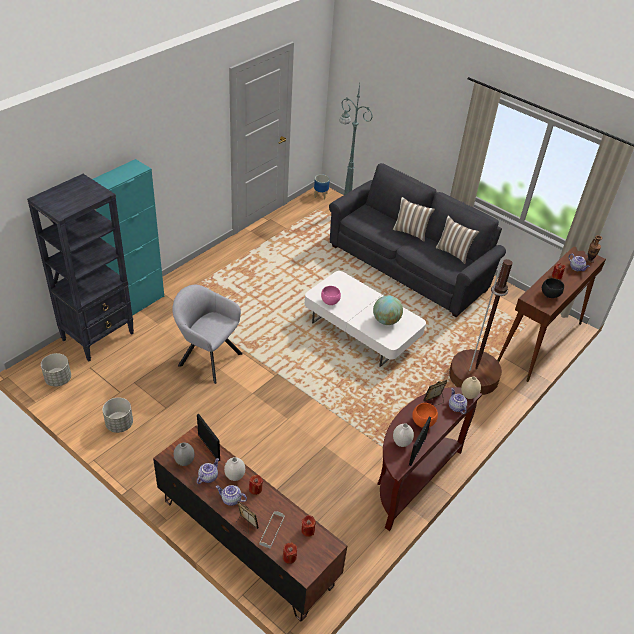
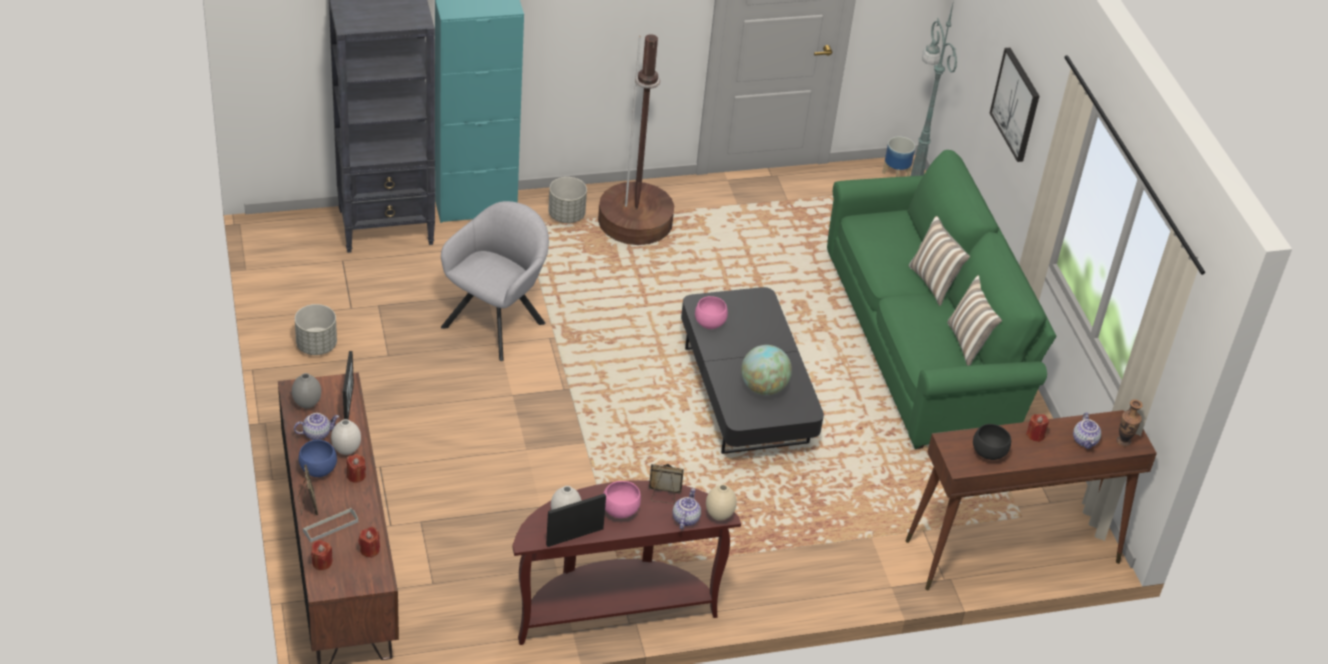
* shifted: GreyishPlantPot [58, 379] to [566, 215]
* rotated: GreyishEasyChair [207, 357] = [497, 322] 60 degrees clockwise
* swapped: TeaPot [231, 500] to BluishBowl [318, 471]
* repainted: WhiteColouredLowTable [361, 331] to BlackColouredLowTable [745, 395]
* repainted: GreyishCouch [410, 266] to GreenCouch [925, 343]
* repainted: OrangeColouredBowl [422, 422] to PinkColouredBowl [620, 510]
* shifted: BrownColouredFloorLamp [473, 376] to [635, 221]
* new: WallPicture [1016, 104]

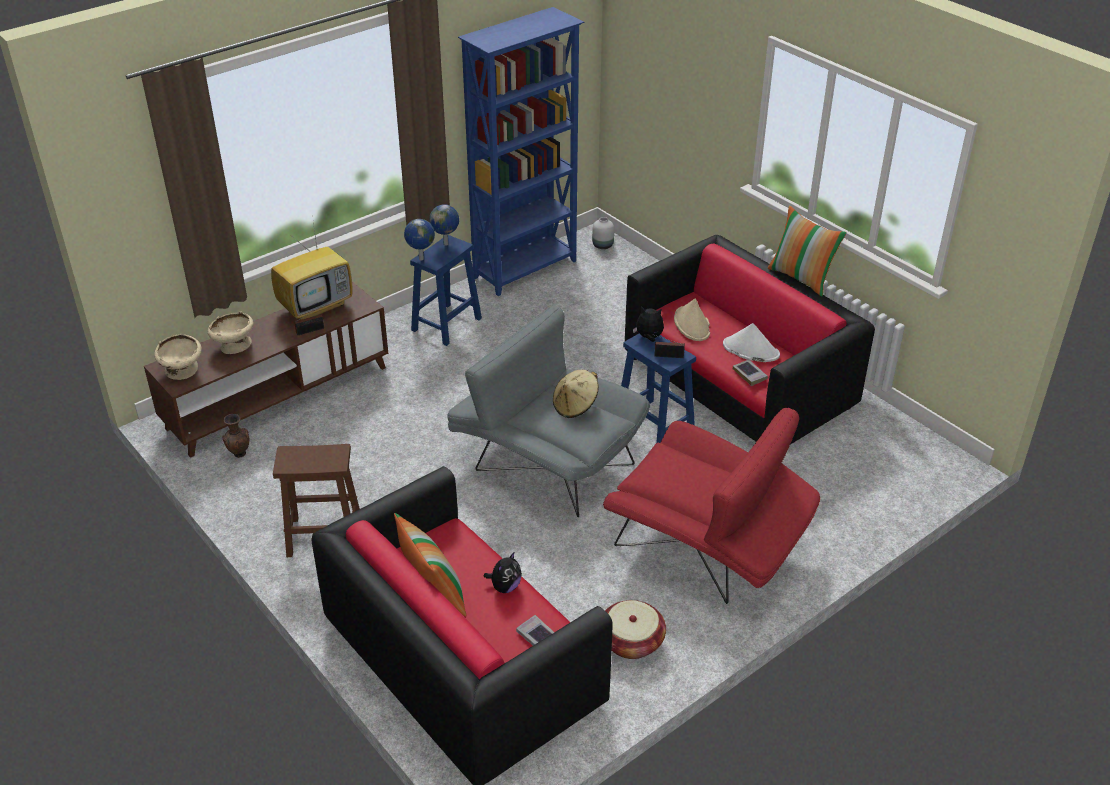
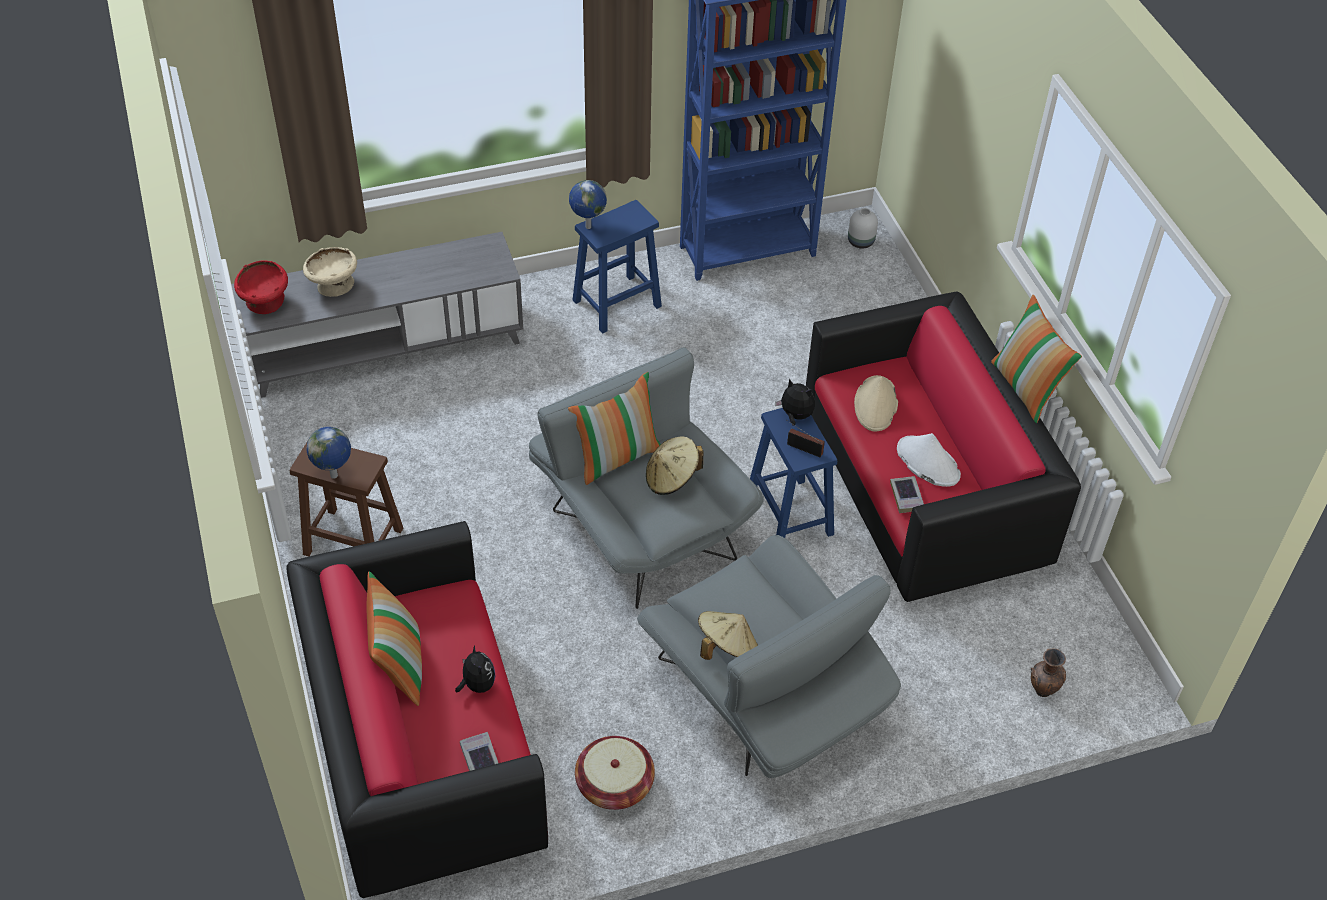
* repainted: BrownColouredTvStand [278, 397] to GreyishTvStand [385, 348]
* repainted: BeigeColouredBowl [183, 371] to ReddishBowl [266, 303]
* shifted: BrownColouredDecorativeVase [239, 455] to [1042, 692]
* gone: TvSet [316, 306]
* gone: Radio [312, 330]
* shifted: Globe [446, 244] to [335, 476]
* rotated: PlushToy [505, 587] = [477, 684] 75 degrees counterclockwise
* repainted: ReddishEasyChair [708, 546] to GreyishEasyChair [765, 696]
* new: Cushion [617, 457]
* new: BeigeColouredWearableHat [726, 648]

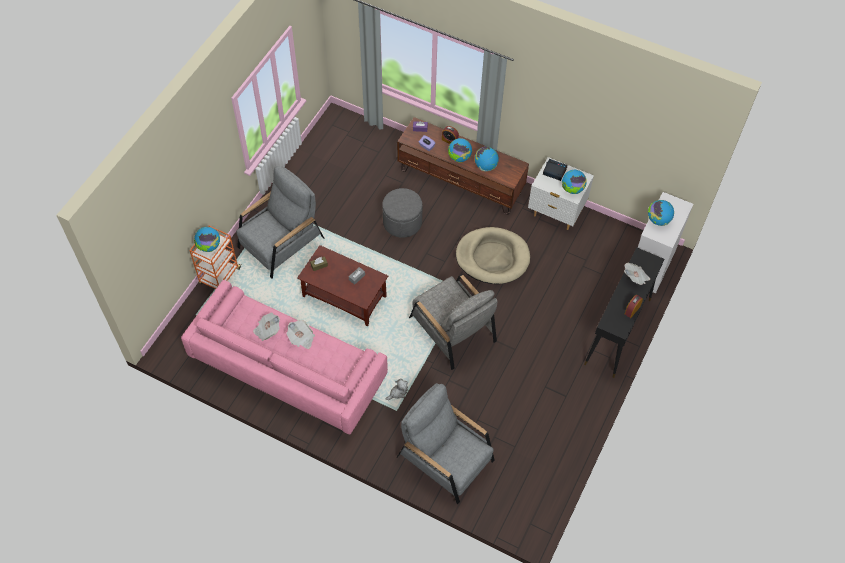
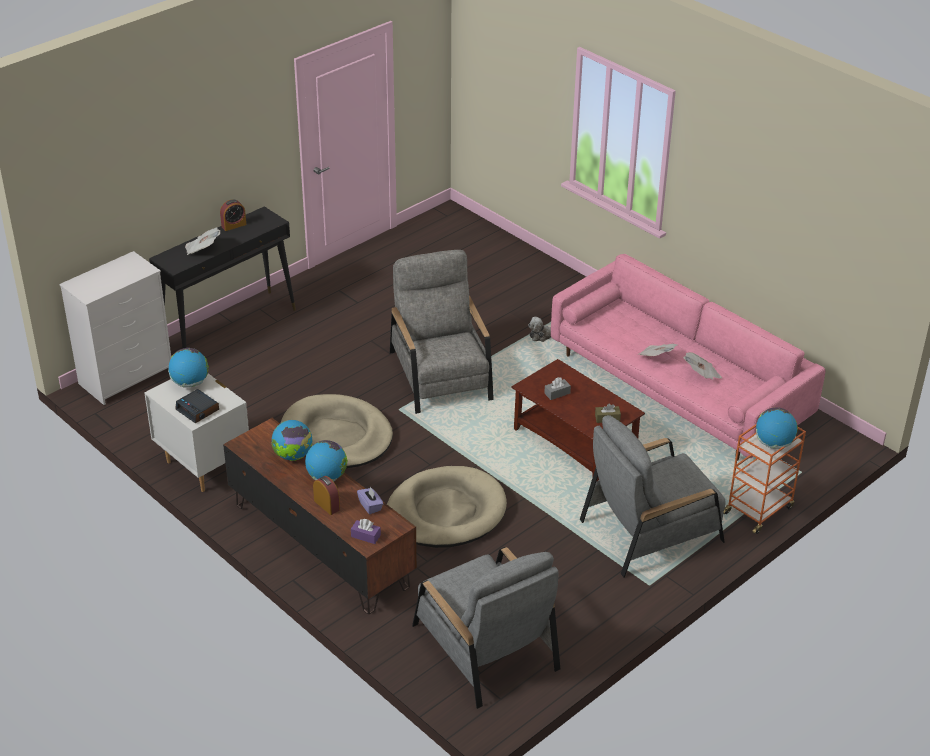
* swapped: GreyishPouffe [402, 222] to BeigeColouredDogBed [446, 512]
* shifted: GreyishEasyChair [446, 458] to [484, 647]
* gone: Globe [658, 220]

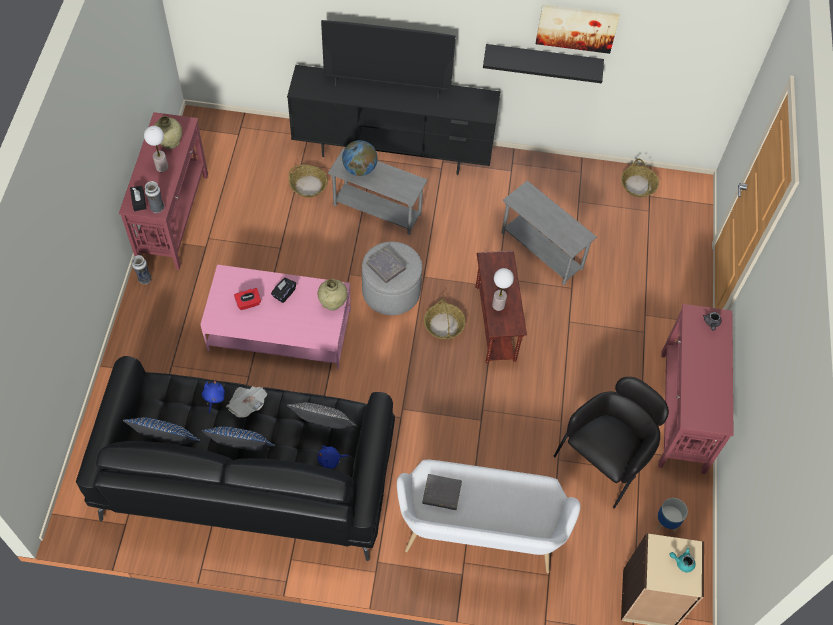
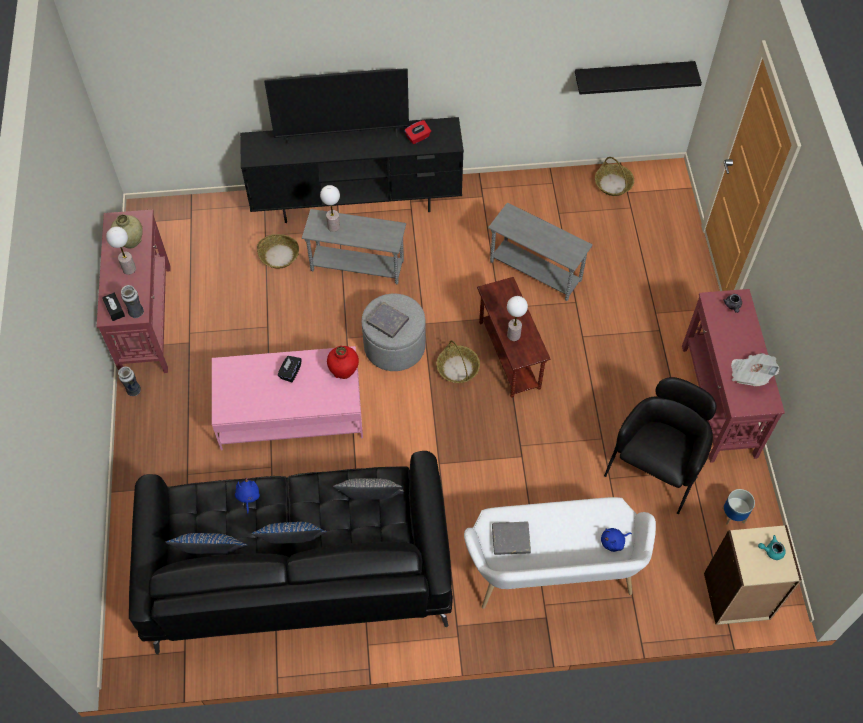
* shifted: DailyPaper [247, 405] to [750, 374]
* shifted: ReddishTissueBox [248, 303] to [418, 137]
* shifted: BluishPlushToy [330, 460] to [613, 542]
* repainted: BeigeColouredDecorativeVase [333, 303] to ReddishDecorativeVase [344, 371]
* swapped: Globe [359, 169] to TabletopLamp [333, 227]
* shifted: BlackColouredShelf [543, 61] to [633, 75]
* gone: WallPicture [576, 27]

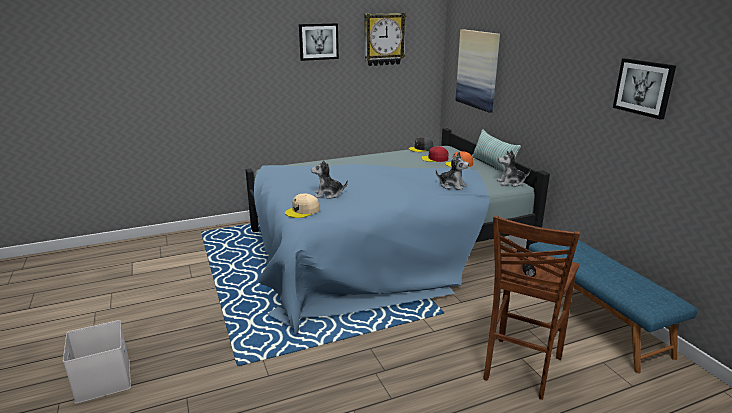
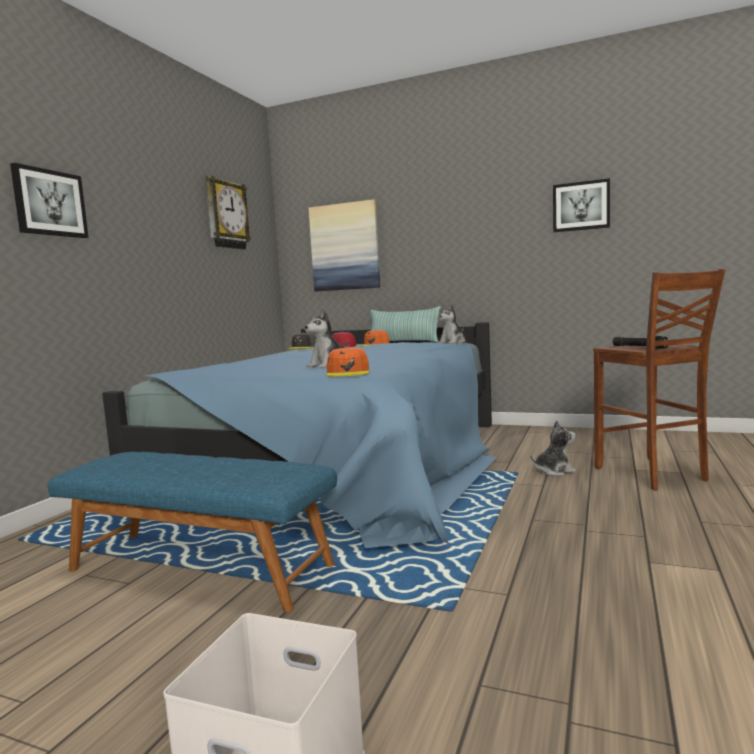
* repainted: BeigeColouredPeakedCap [303, 211] to OrangeColouredPeakedCap [348, 372]
* shifted: WallPicture [318, 41] to [49, 203]
* shifted: PlushToy [452, 186] to [553, 471]
* shifted: BluishBench [595, 320] to [200, 567]

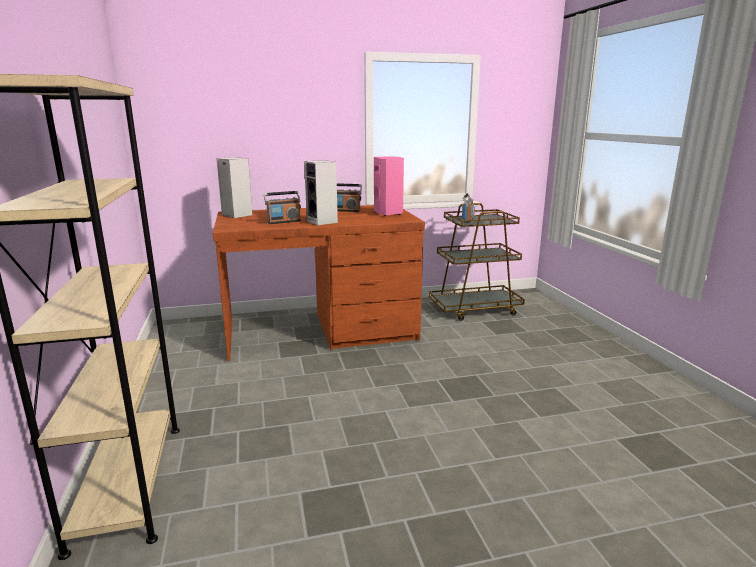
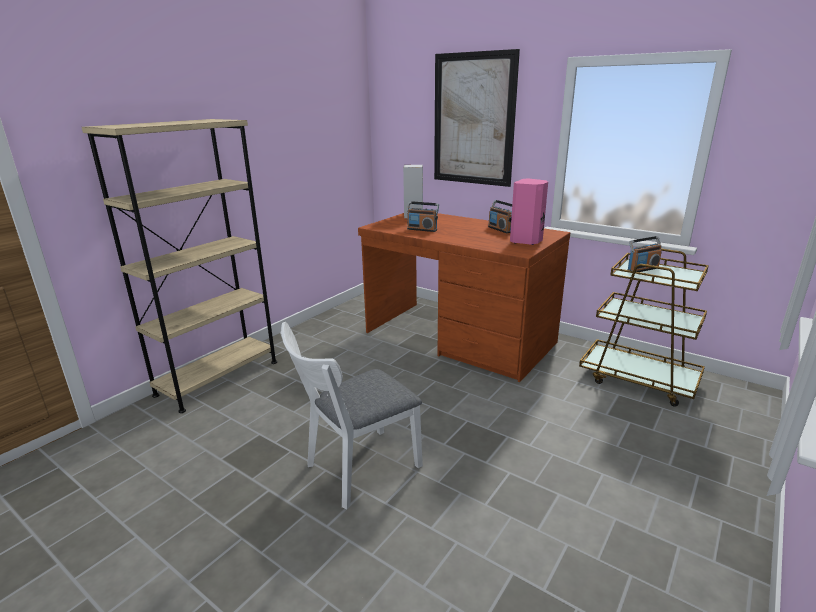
* gone: Loudspeaker [323, 222]
* new: WhiteColouredChair [356, 469]
* new: WallPicture [473, 120]

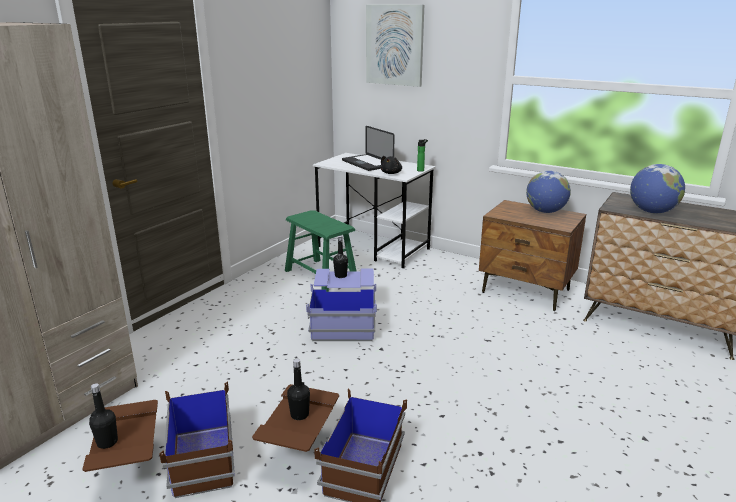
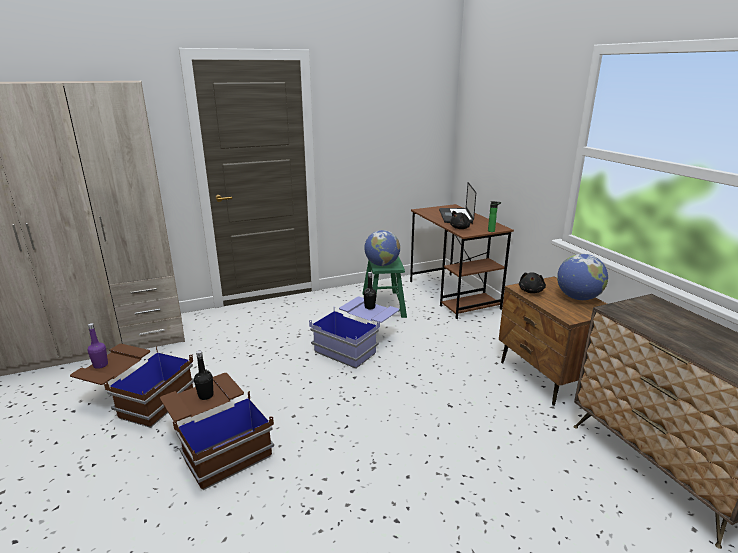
* repainted: BlackColouredDrinkBottle [107, 442] to PurpleColouredDrinkBottle [100, 365]
* repainted: WhiteColouredDeskTable [374, 248] to BrownColouredDeskTable [453, 295]
* gone: WallPicture [395, 45]
* shifted: Globe [652, 212] to [382, 264]
* new: BlackColouredPlushToy [531, 291]

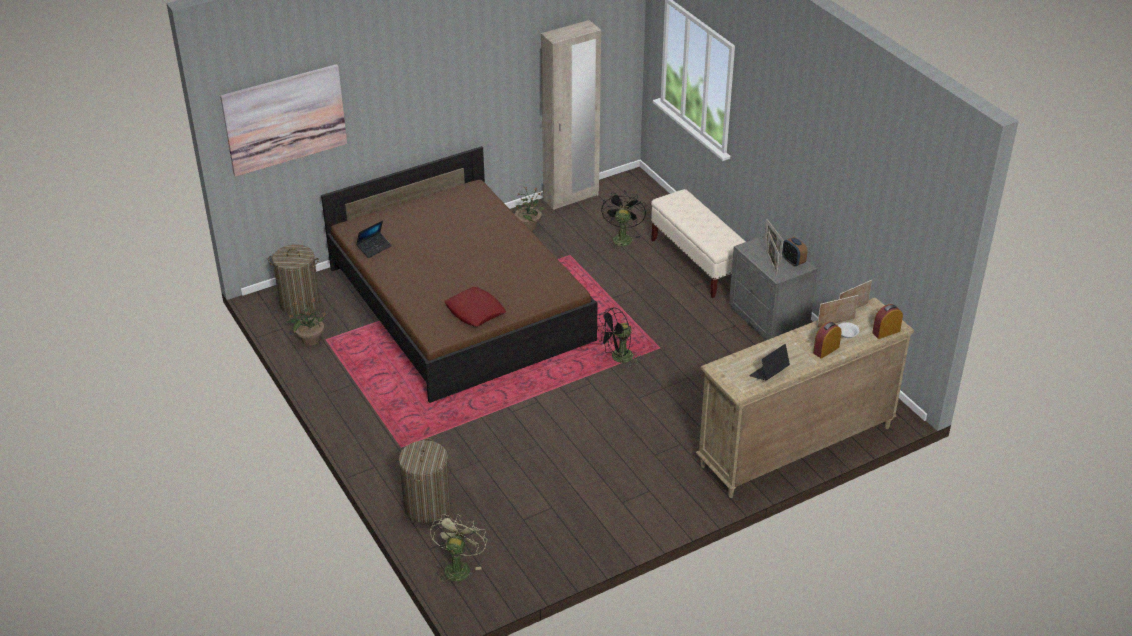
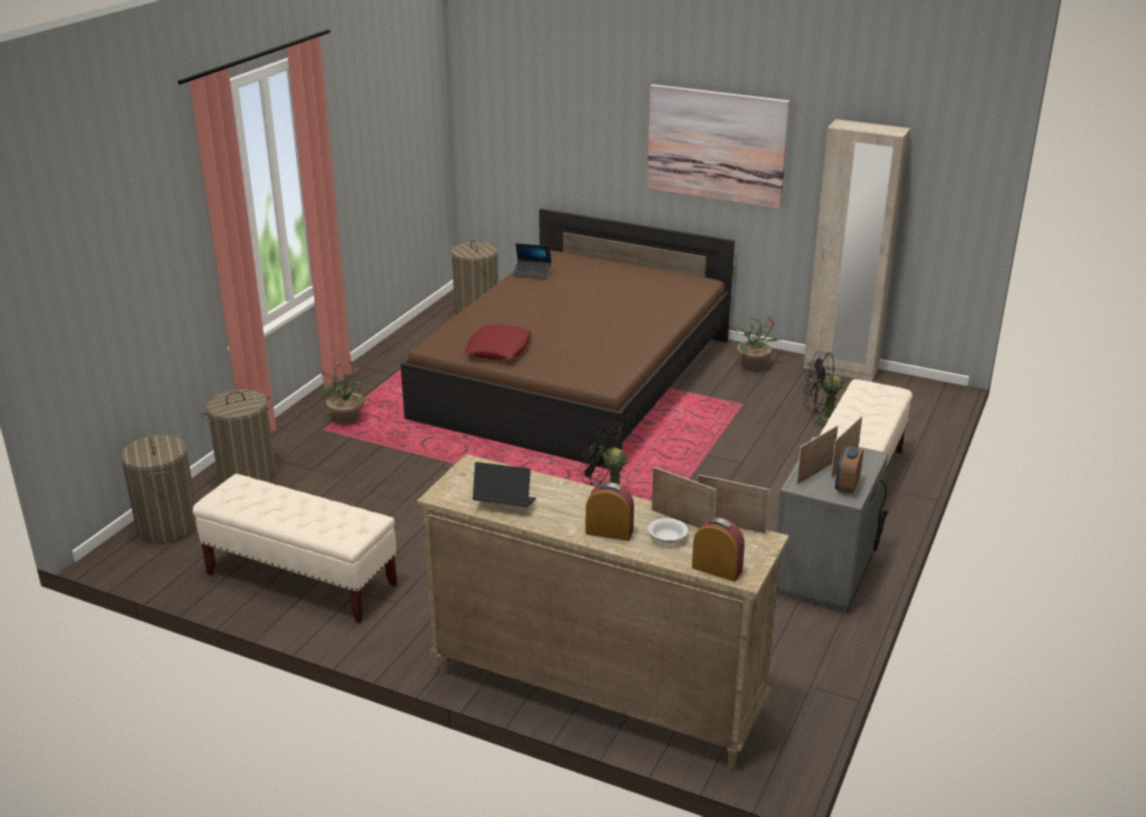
* shifted: WallPicture [285, 119] to [716, 145]
* shifted: Houseplant [310, 340] to [346, 419]
* swapped: GreenCoolingFan [457, 566] to Hamper [167, 526]
* rotated: BlackColouredCoolingFan [621, 237] = [821, 421] 150 degrees counterclockwise
* new: BeigeColouredBench [301, 580]

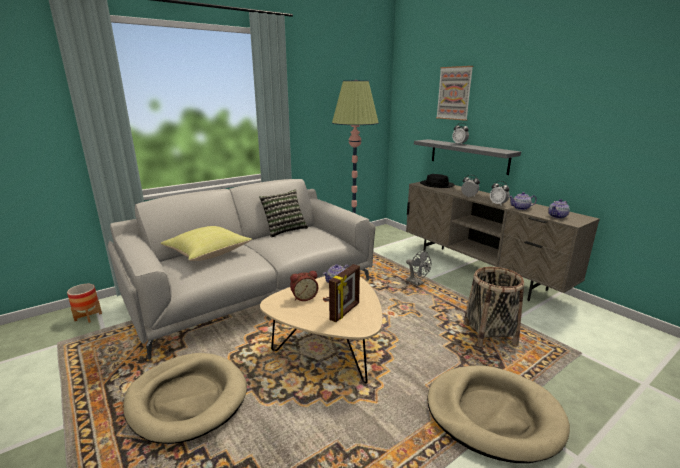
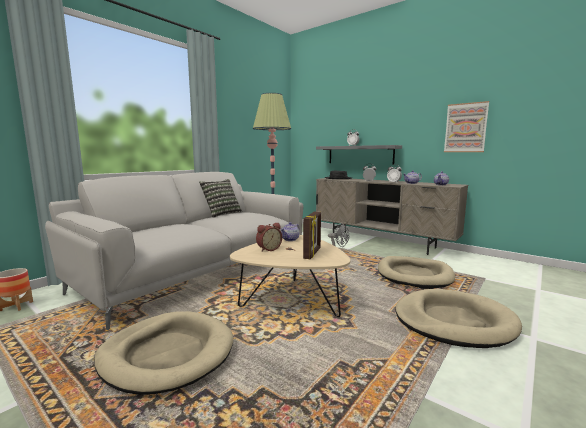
* gone: YellowCushion [208, 254]
* shifted: WallPicture [454, 93] to [465, 128]
* swapped: Basket [490, 333] to BeigeColouredDogBed [414, 275]

